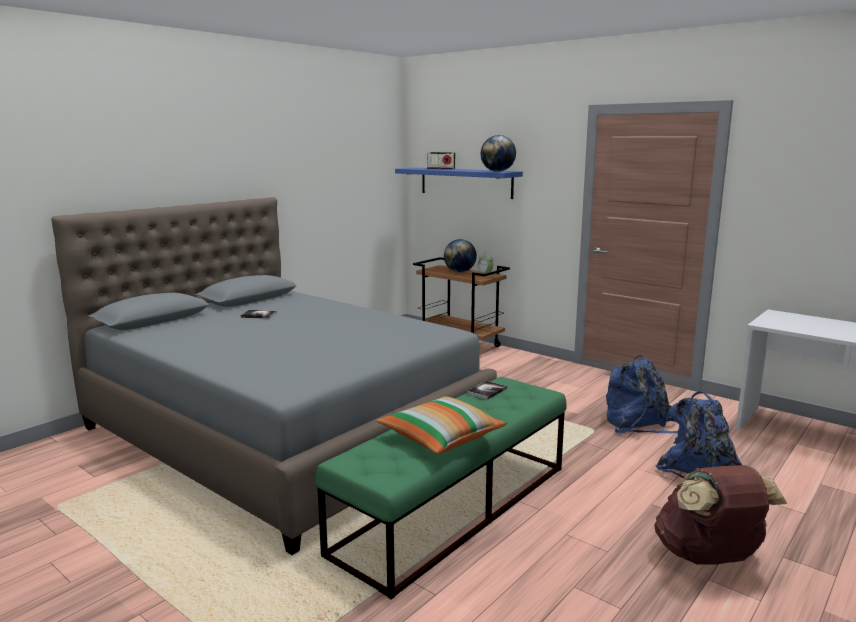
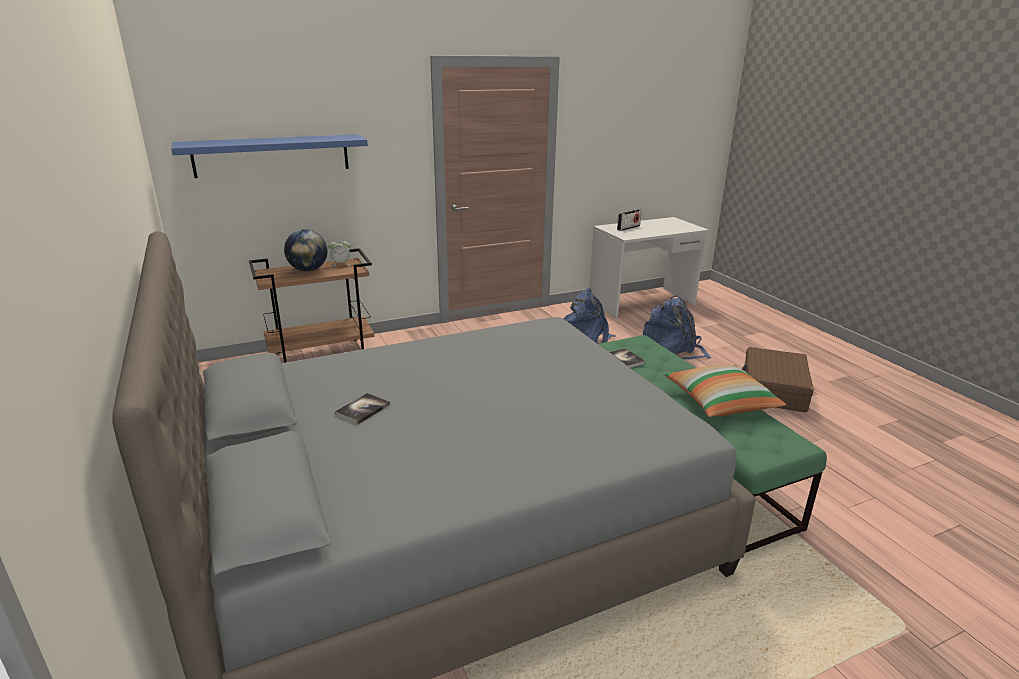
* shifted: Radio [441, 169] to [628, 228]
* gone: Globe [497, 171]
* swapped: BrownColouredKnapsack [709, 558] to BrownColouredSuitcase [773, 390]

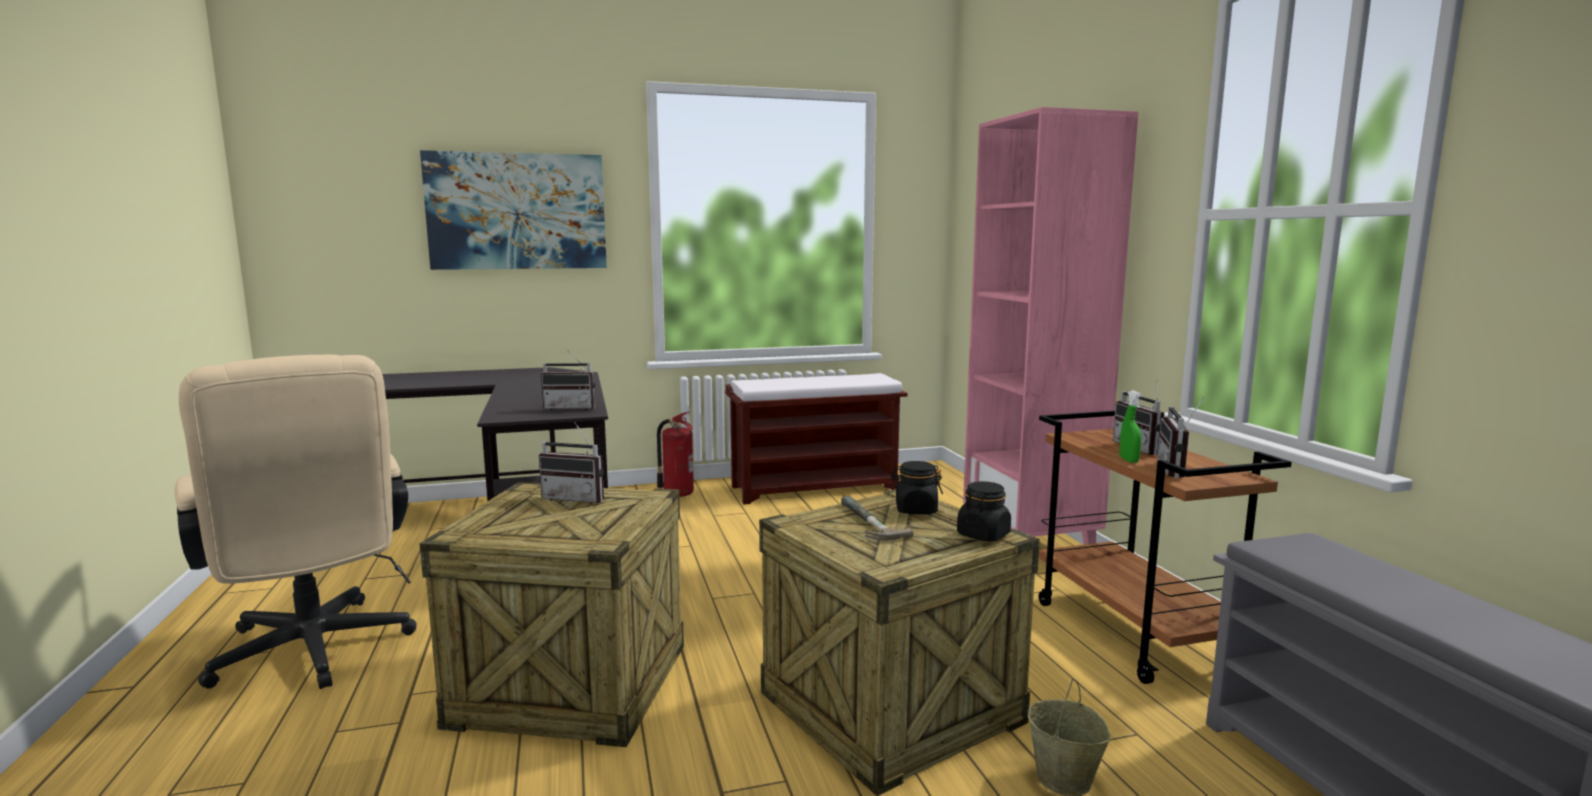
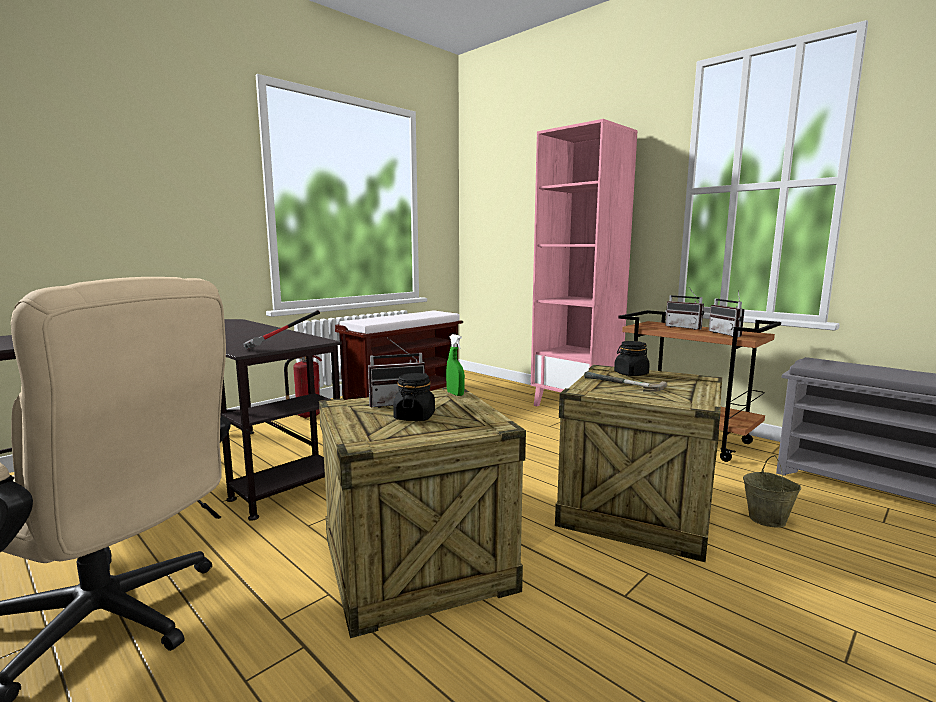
* gone: WallPicture [517, 211]
* gone: Radio [571, 408]
* shifted: BlackColouredJar [983, 535] to [414, 417]
* shifted: GreenHandSprayer [1128, 460] to [455, 394]
* new: ToolHammer [280, 347]

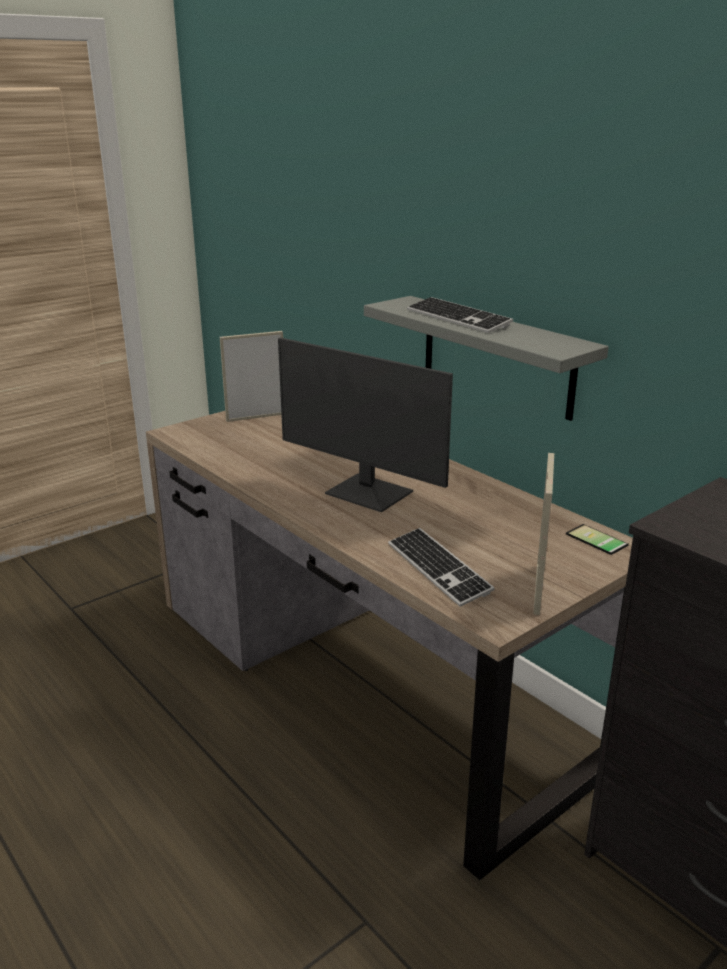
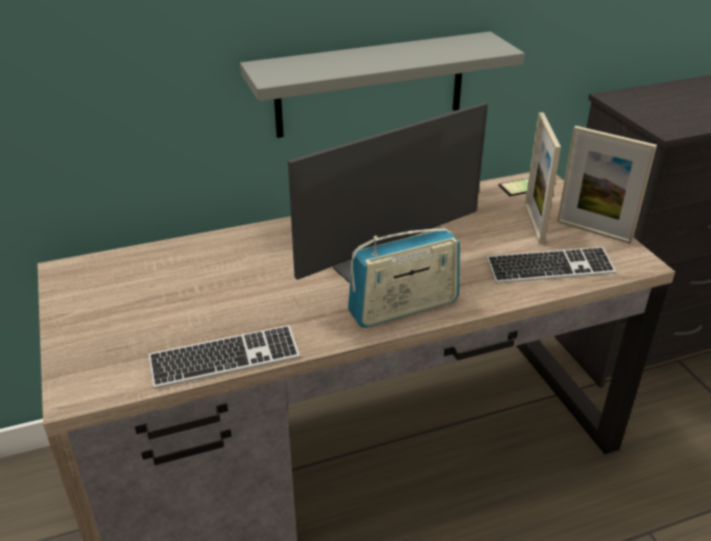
* shifted: PhotoFrame [256, 417] to [533, 224]
* shifted: PcKeyboard [457, 318] to [225, 359]
* new: Radio [403, 308]

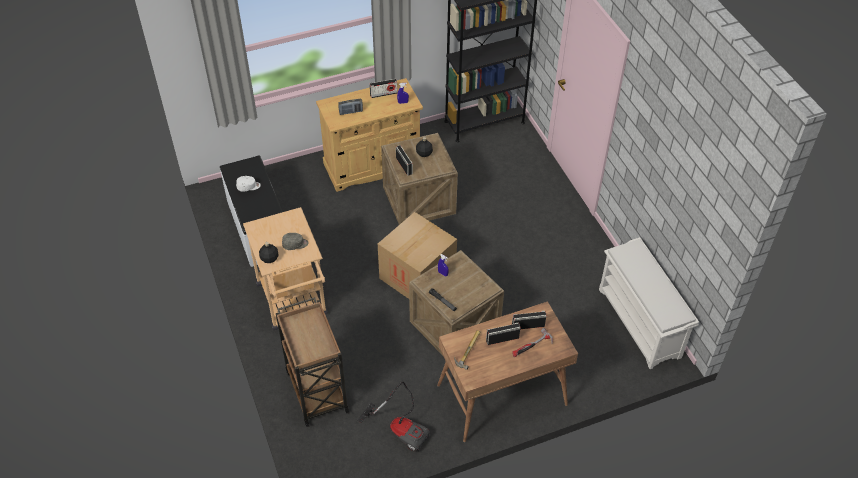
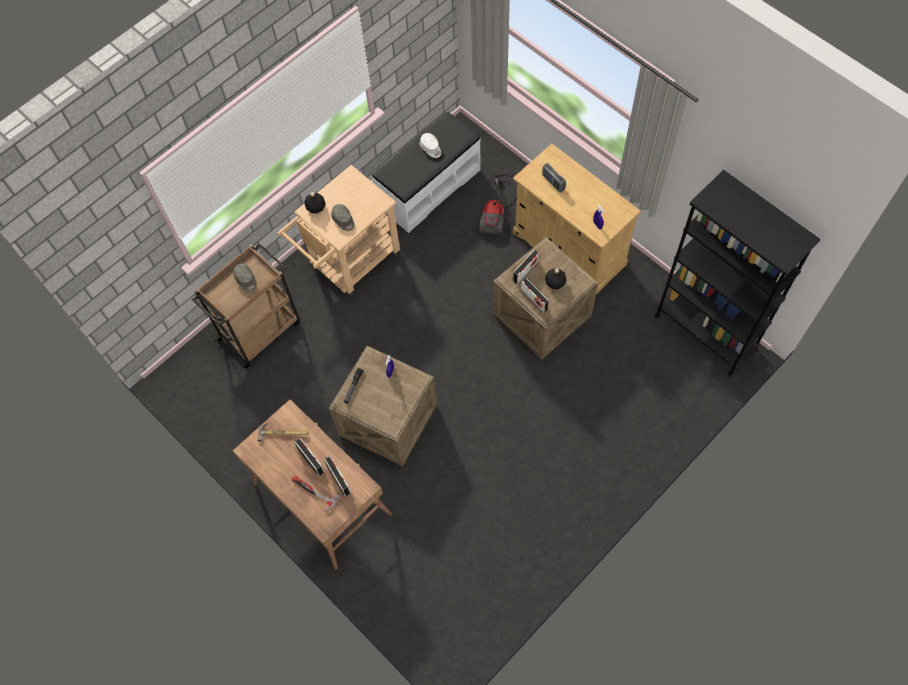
* shifted: Hoover [401, 429] to [496, 213]
* shifted: Radio [383, 94] to [534, 299]
* gone: PackingBox [417, 276]
* gone: WhiteColouredShoeRack [640, 323]
* new: GreyishPeakedCap [246, 280]

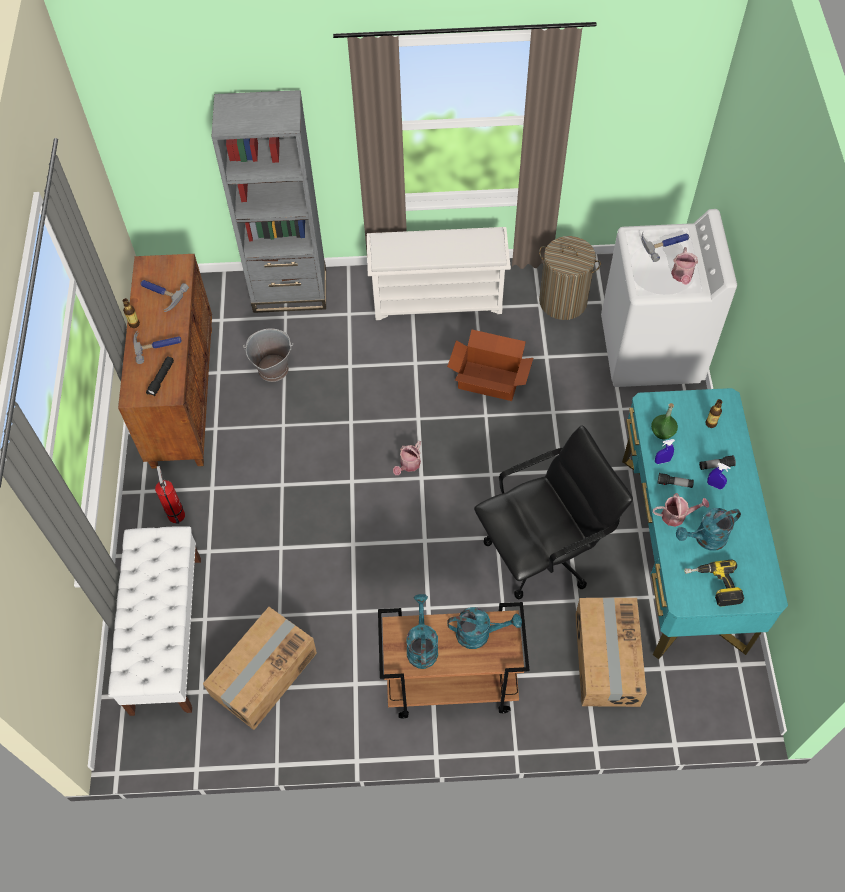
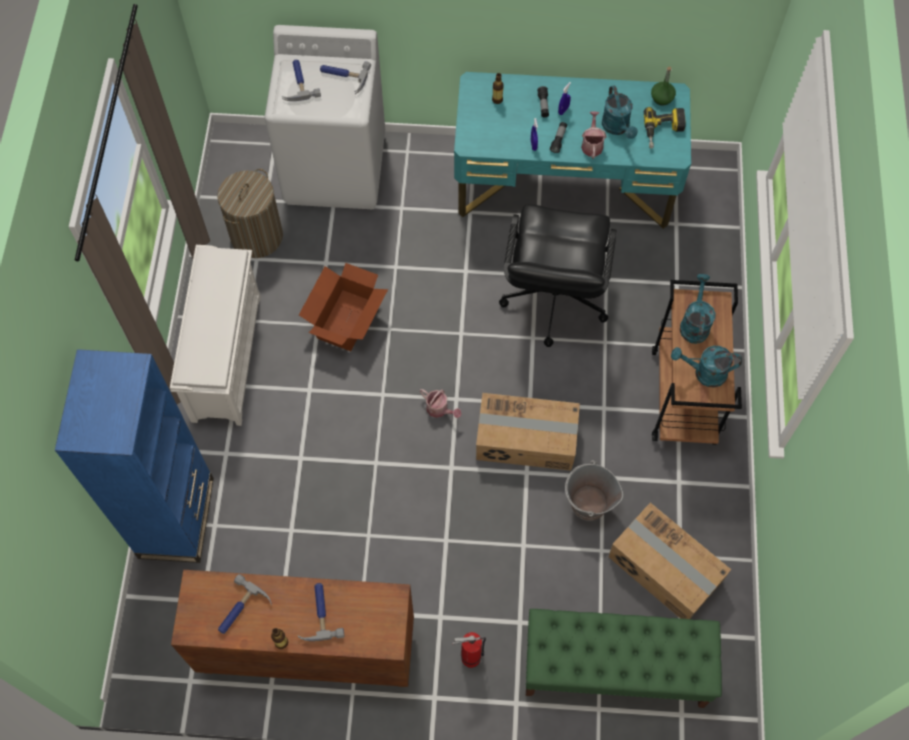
* repainted: WhiteColouredBench [166, 633] to GreenBench [614, 669]
* gone: BlackColouredHandTorch [161, 379]
* repainted: GreyishBookcase [290, 291] to BluishBookcase [177, 518]
* shifted: GreyishBucket [272, 369] to [588, 504]
* rotated: BlackColouredDeskChair [543, 552] = [553, 299] 150 degrees counterclockwise
* shifted: PackingBox [606, 659] to [526, 440]
* shifted: GreenDrinkBottle [662, 431] to [662, 98]
* swapped: WateringPot [682, 276] to ToolHammer [343, 77]

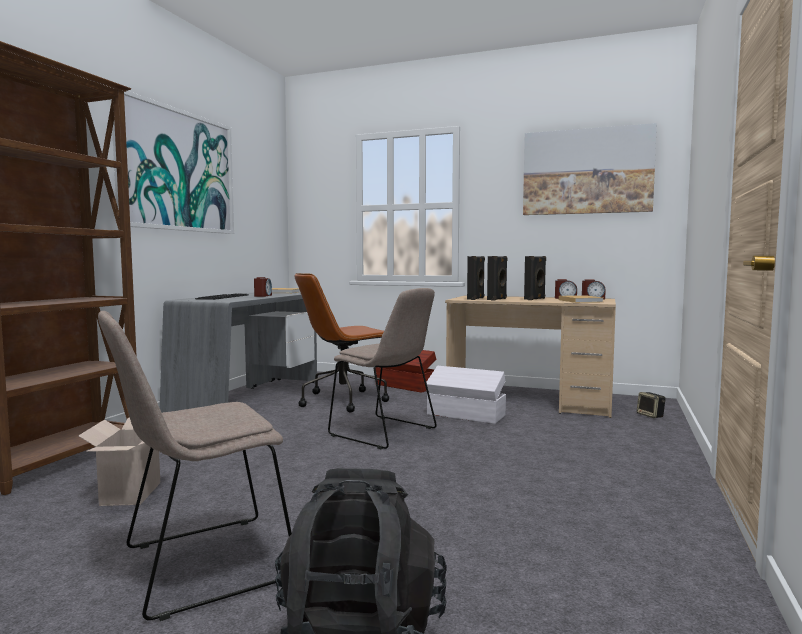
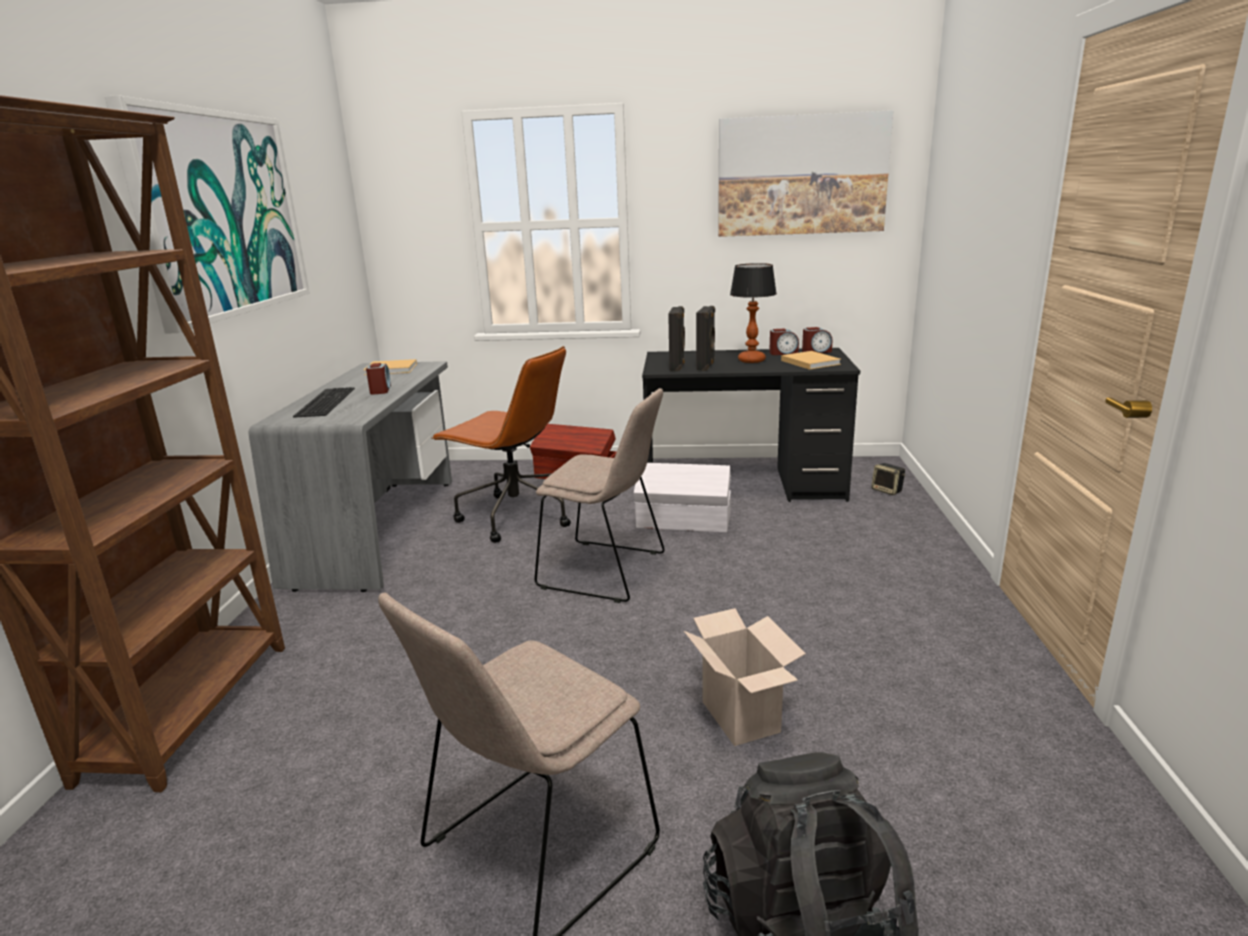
* shifted: PackingBox [132, 494] to [743, 717]
* rotated: BrownColouredDeskChair [344, 400] = [514, 516] 105 degrees counterclockwise
* repainted: BeigeColouredDeskTable [529, 401] to BlackColouredDeskTable [743, 485]
* swapped: BlackColouredLoudspeaker [535, 299] to TabletopLamp [751, 360]

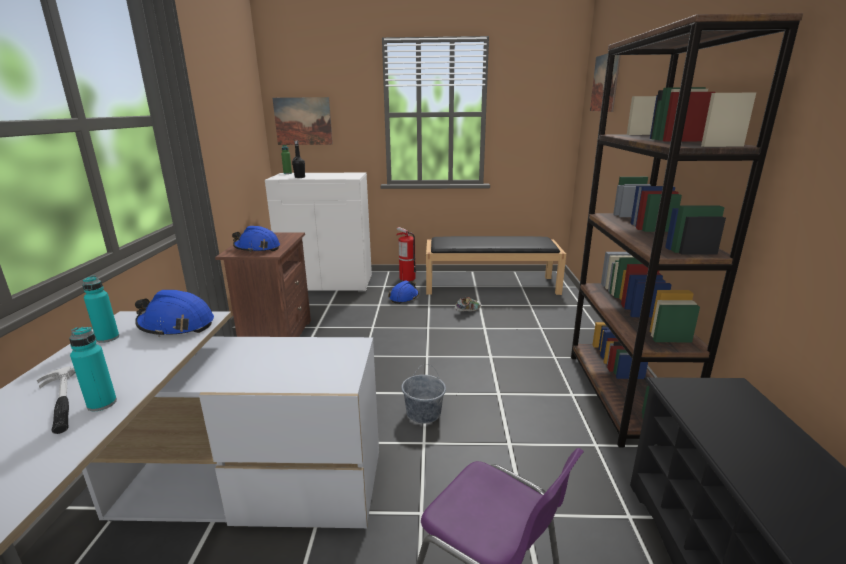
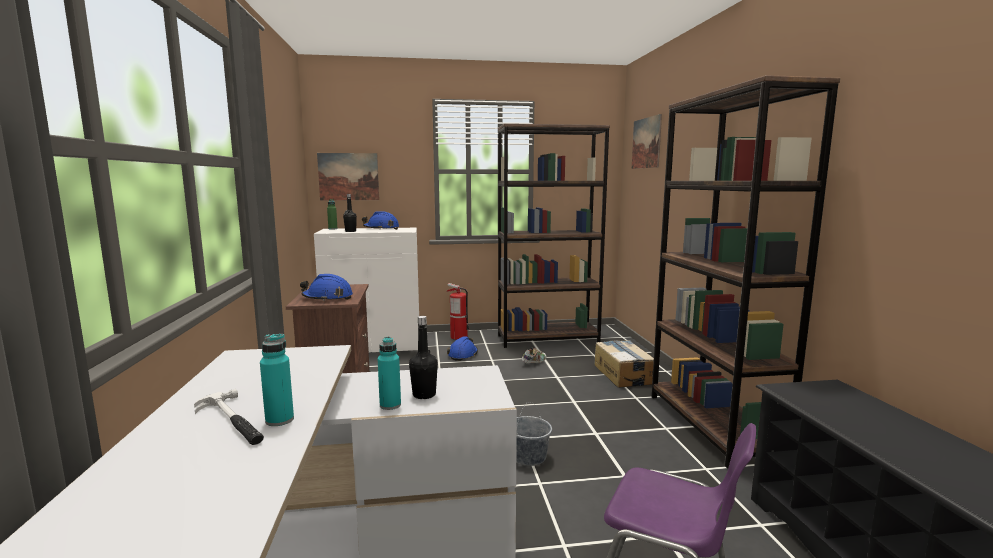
* shifted: BlueGreenDrinkBottle [108, 338] to [390, 405]
* shifted: BluishWorkHelmet [176, 325] to [381, 229]
* swapped: BlackColouredBench [491, 285] to BrownColouredBookcase [548, 339]
* new: BlackColouredDrinkBottle [424, 395]
* new: PackingBox [623, 374]

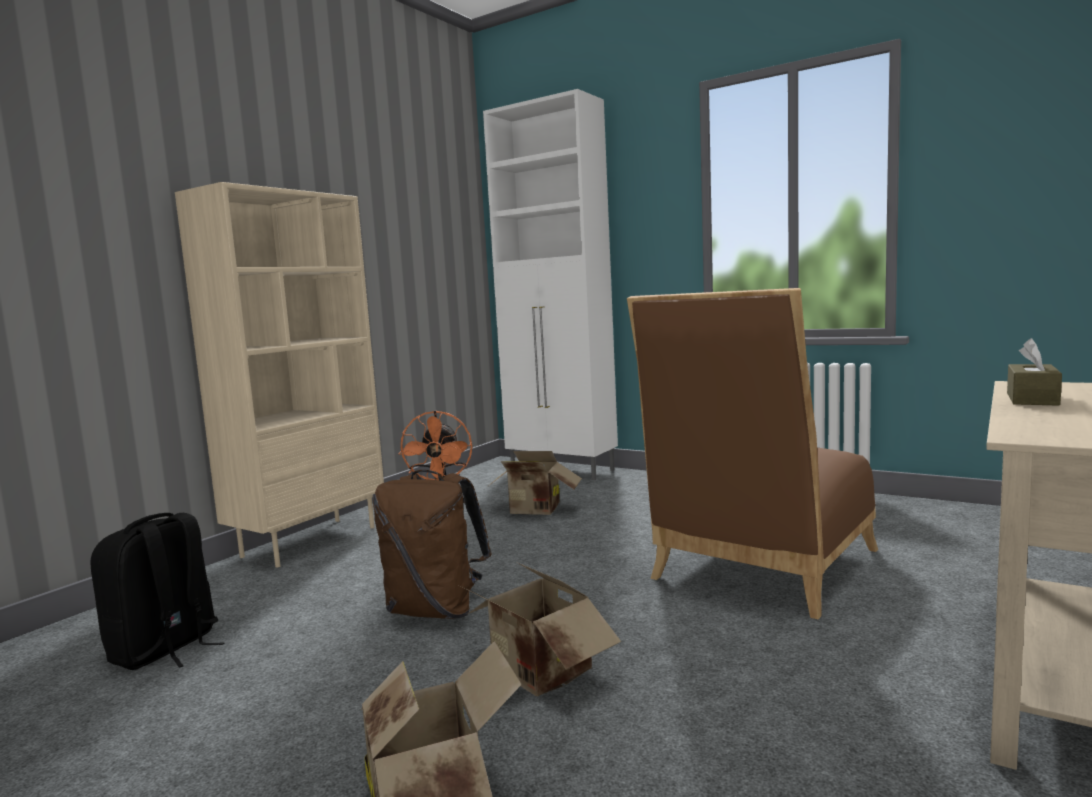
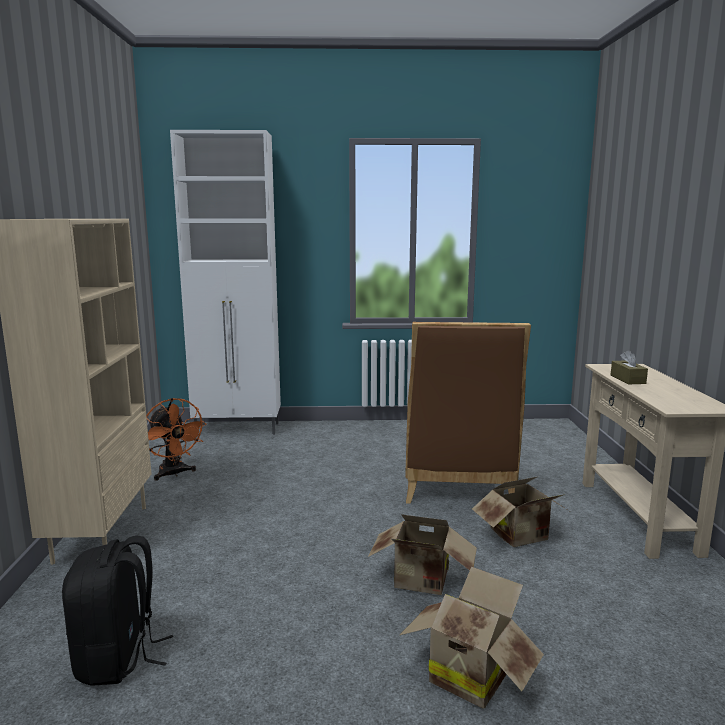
* gone: BrownColouredKnapsack [436, 610]
* shifted: PackingBox [535, 511] to [522, 537]

